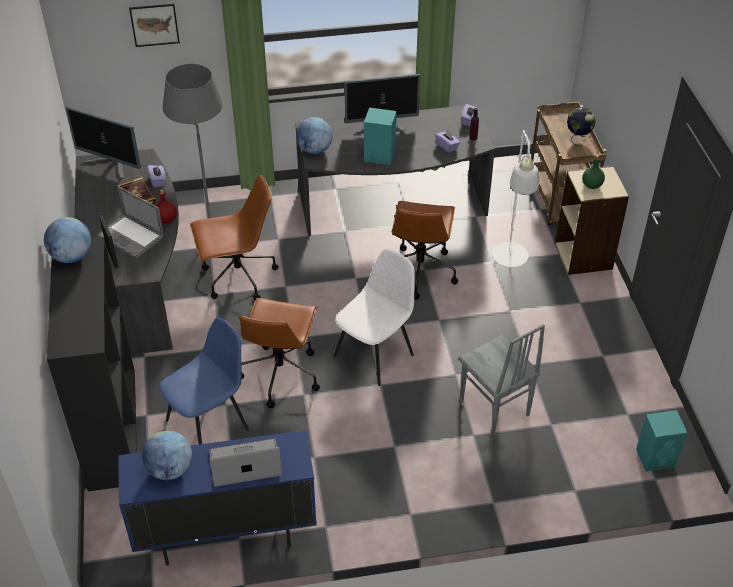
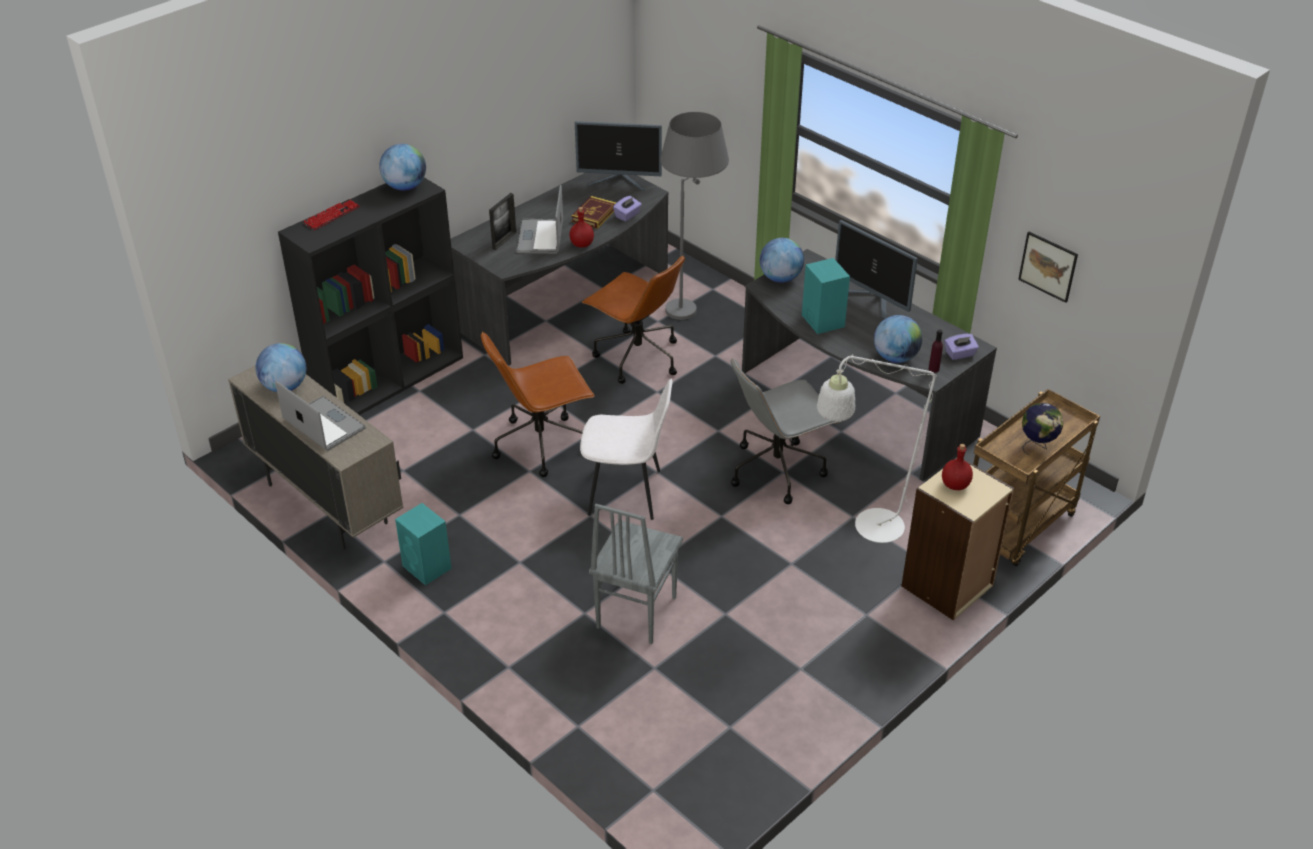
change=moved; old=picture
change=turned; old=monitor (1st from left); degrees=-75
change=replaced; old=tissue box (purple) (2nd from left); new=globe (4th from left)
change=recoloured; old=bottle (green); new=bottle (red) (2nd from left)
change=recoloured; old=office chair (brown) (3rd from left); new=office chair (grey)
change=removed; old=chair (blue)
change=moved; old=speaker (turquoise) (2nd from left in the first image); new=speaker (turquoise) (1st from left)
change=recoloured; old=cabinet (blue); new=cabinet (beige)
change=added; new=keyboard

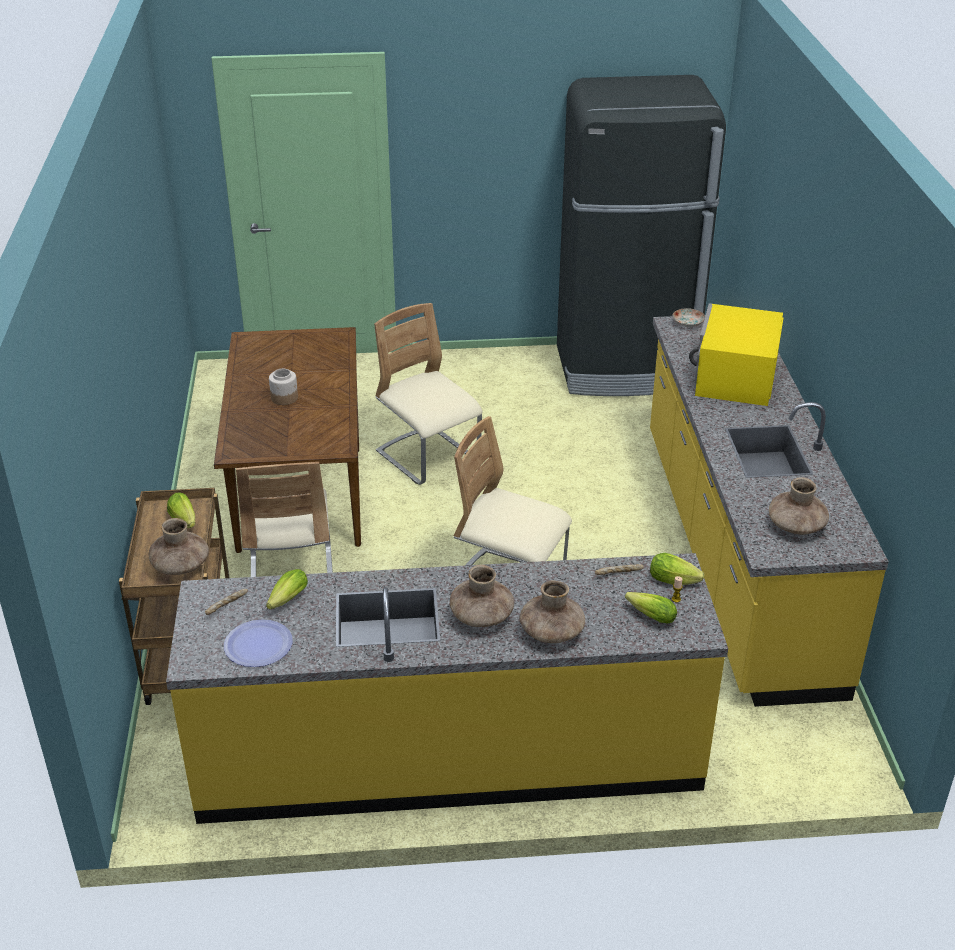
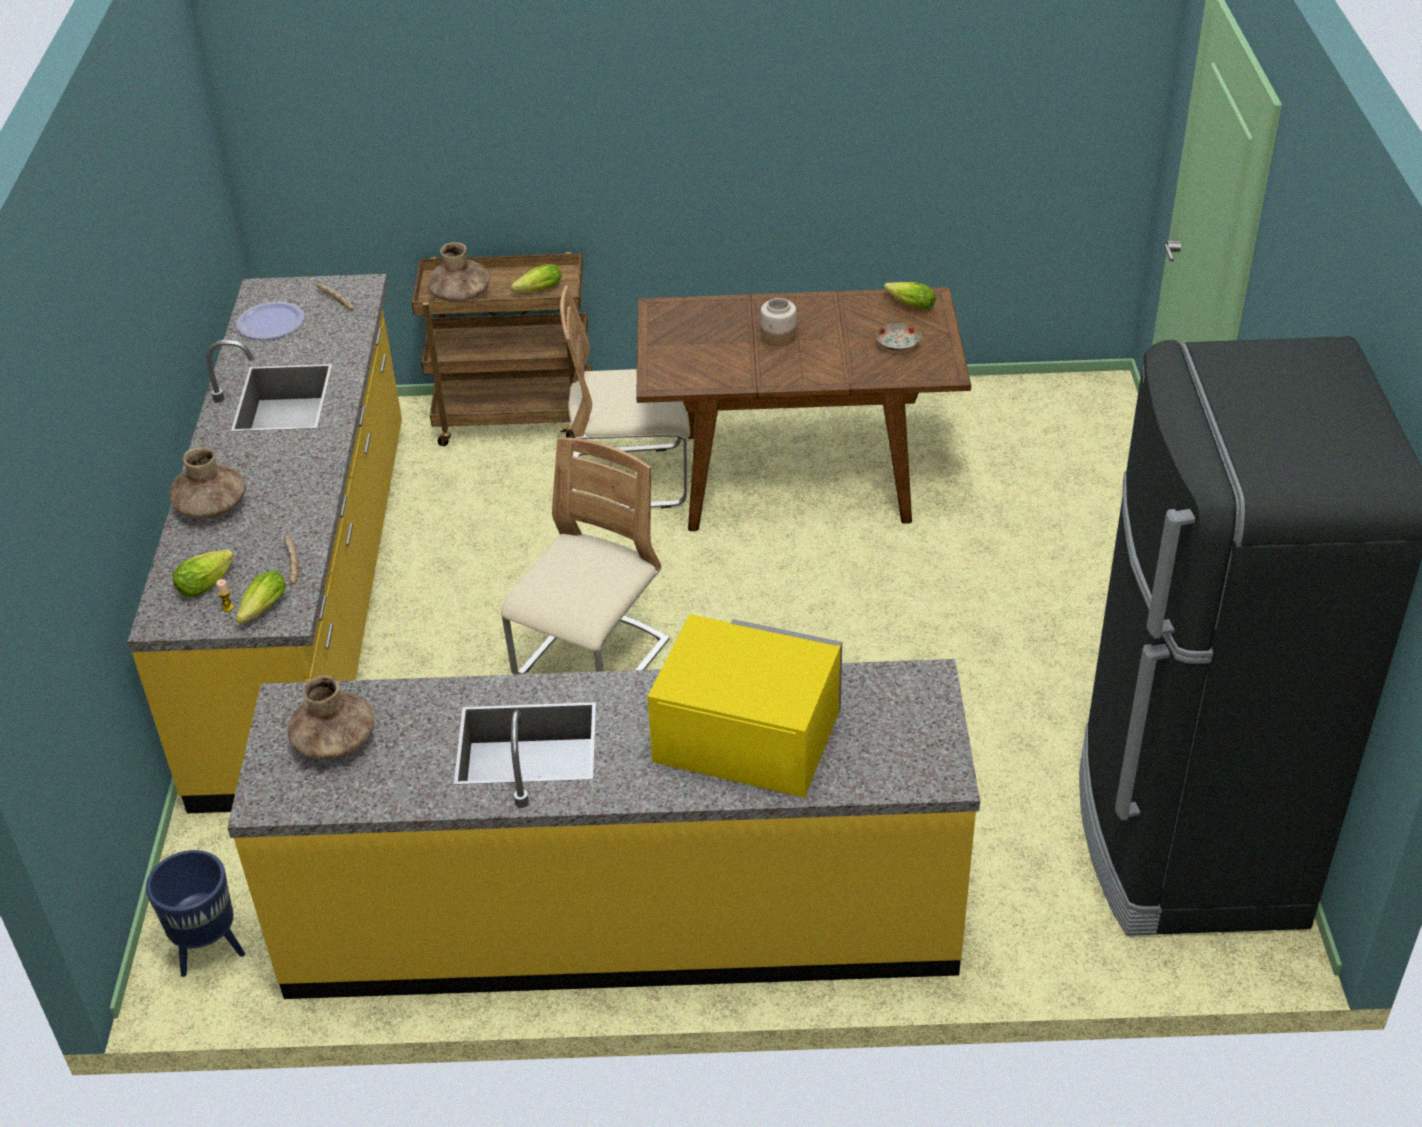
change=removed; old=chair (beige) (2nd from left)
change=moved; old=plate (2nd from left)
change=removed; old=vase (brown) (2nd from left)
change=moved; old=lettuce (2nd from left in the first image); new=lettuce (4th from left)
change=added; new=planter (blue)

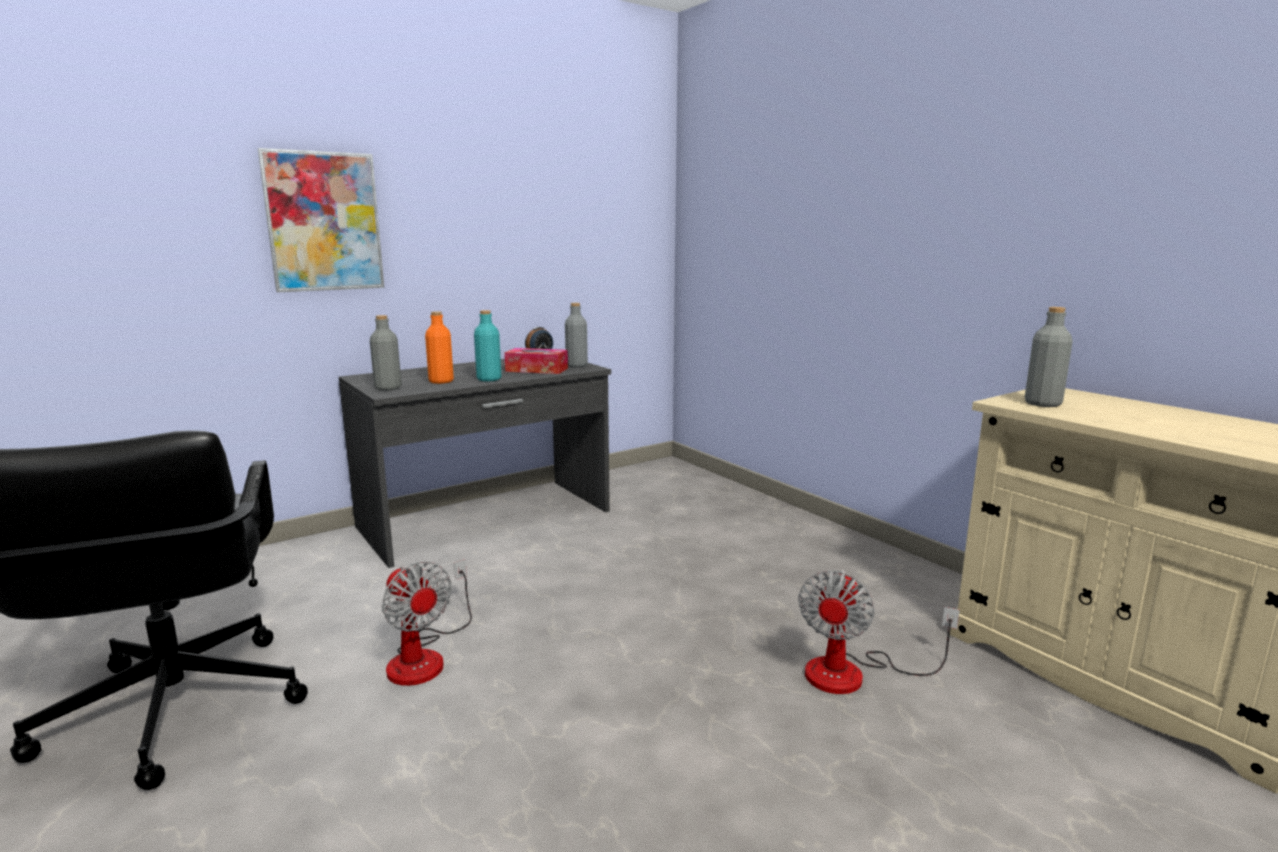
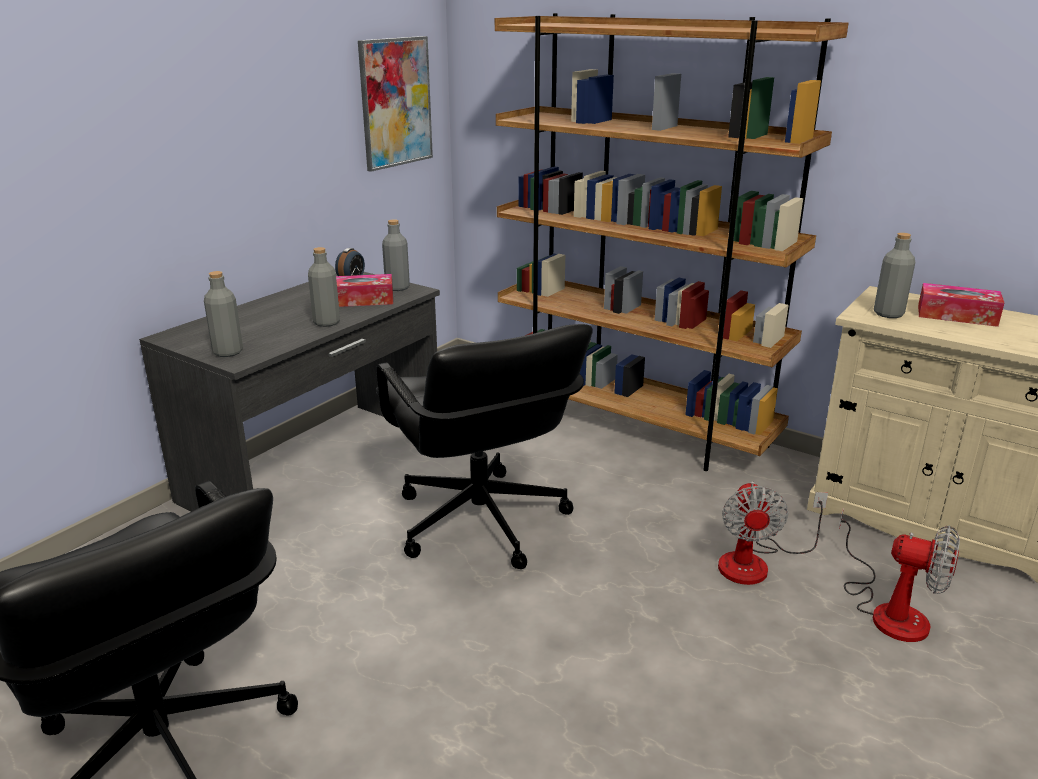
change=moved; old=picture
change=recoloured; old=bottle (turquoise); new=bottle (grey) (2nd from left)
change=removed; old=bottle (orange)
change=moved; old=fan (1st from left in the first image); new=fan (2nd from left)
change=added; new=bookcase (brown)
change=added; new=tissue box (2nd from left)
change=added; new=office chair (black) (2nd from left)

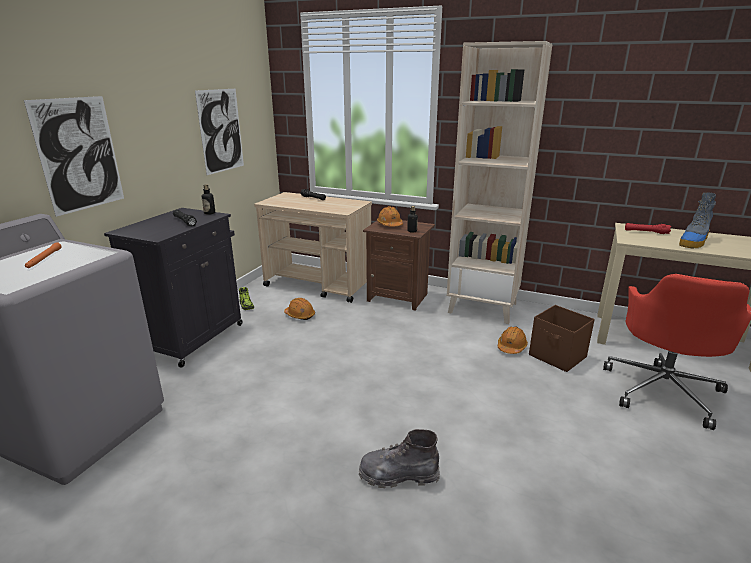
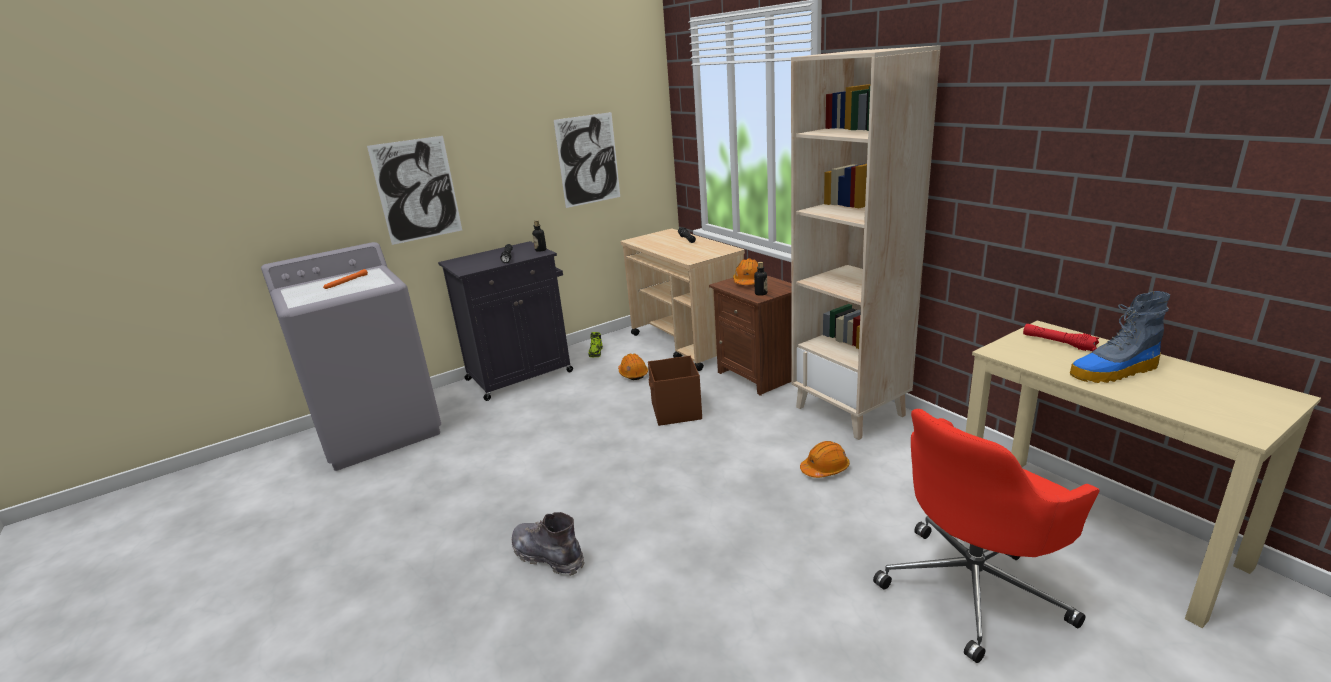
change=moved; old=storage box (brown)

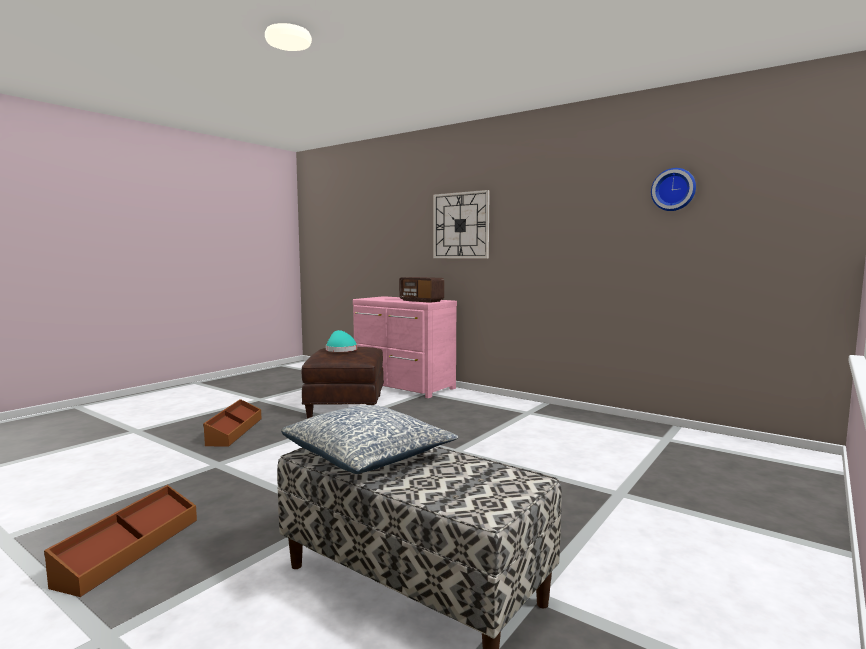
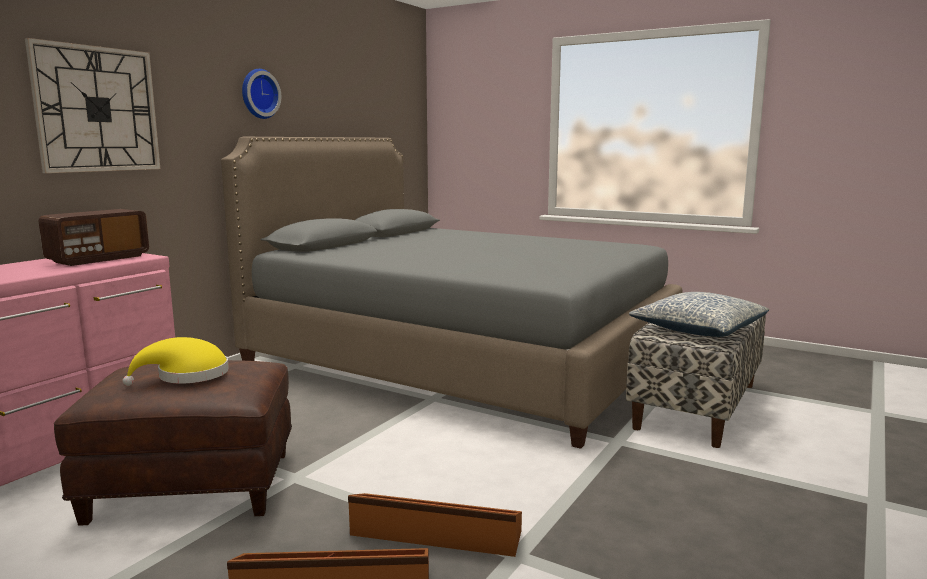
change=moved; old=wall clock (2nd from left)
change=recoloured; old=hat (turquoise); new=hat (yellow)
change=moved; old=storage box (brown) (1st from left in the first image); new=storage box (brown) (2nd from left)
change=added; new=bed (grey)

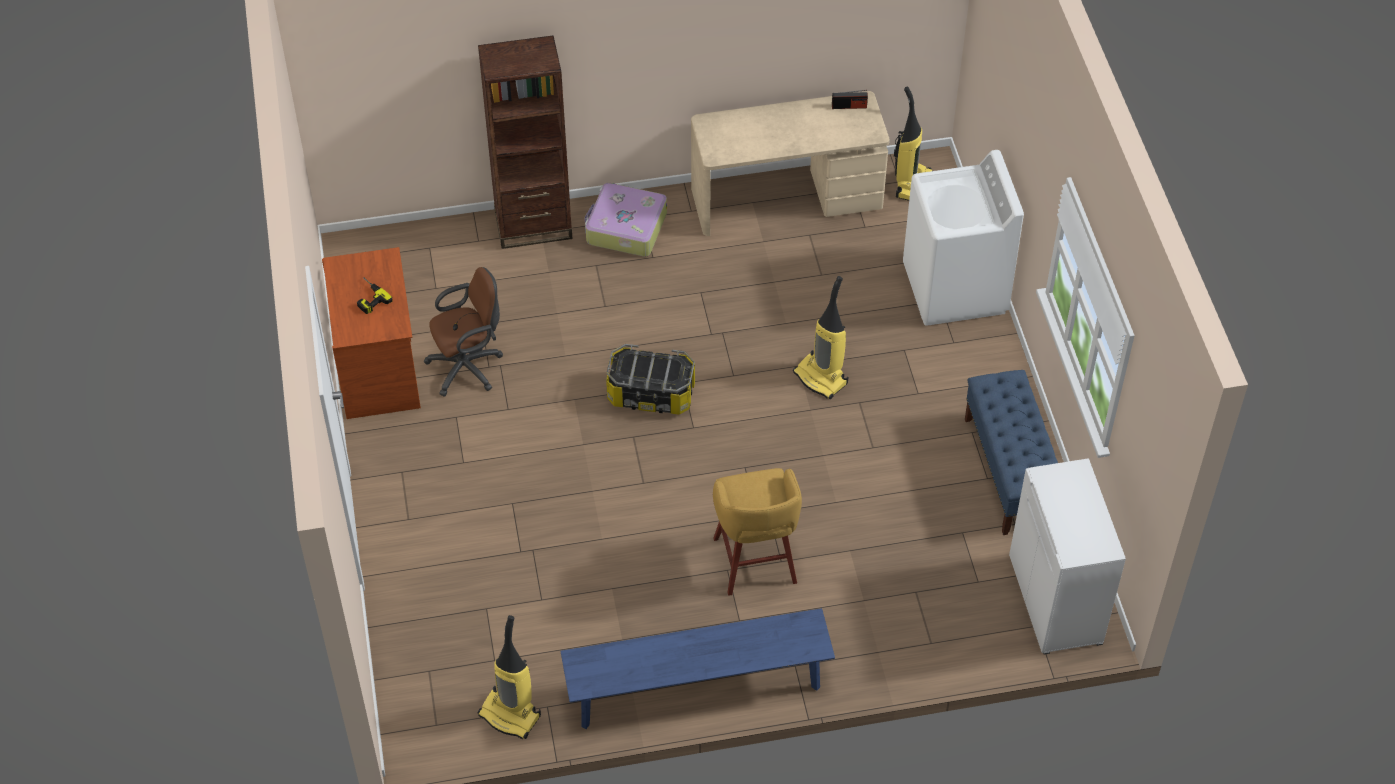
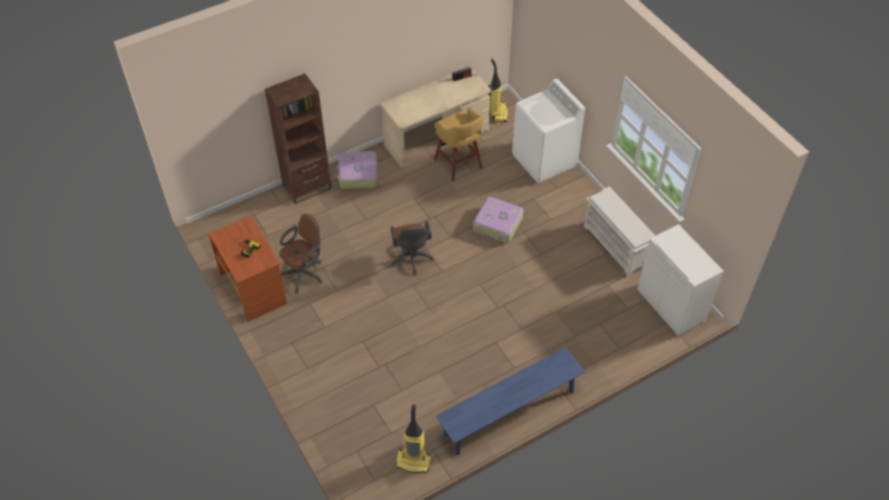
change=replaced; old=vacuum cleaner (2nd from left); new=suitcase (2nd from left)
change=replaced; old=storage box; new=office chair (brown) (2nd from left)
change=replaced; old=bench (blue) (2nd from left); new=shoe rack (white)
change=moved; old=stool (yellow)

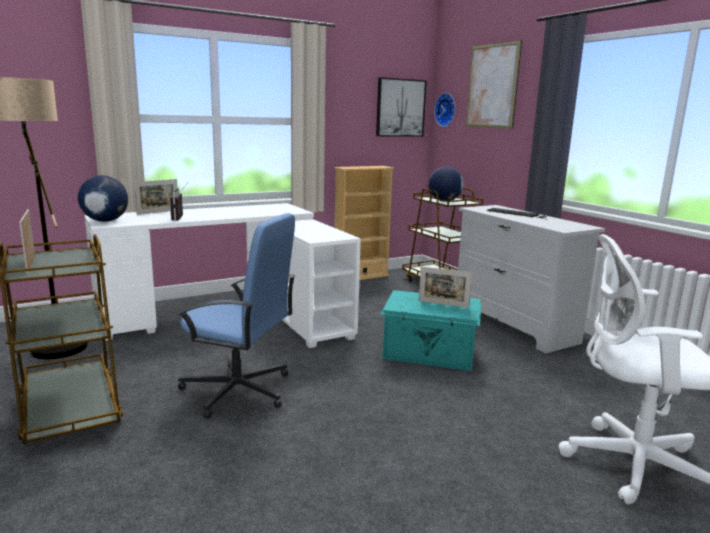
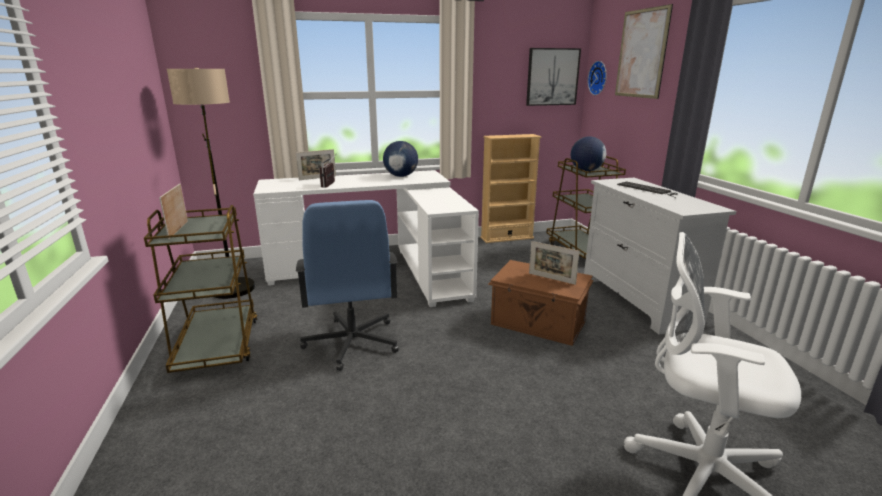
change=moved; old=globe (1st from left)
change=turned; old=office chair (blue); degrees=45
change=recoloured; old=storage box (turquoise); new=storage box (brown)

